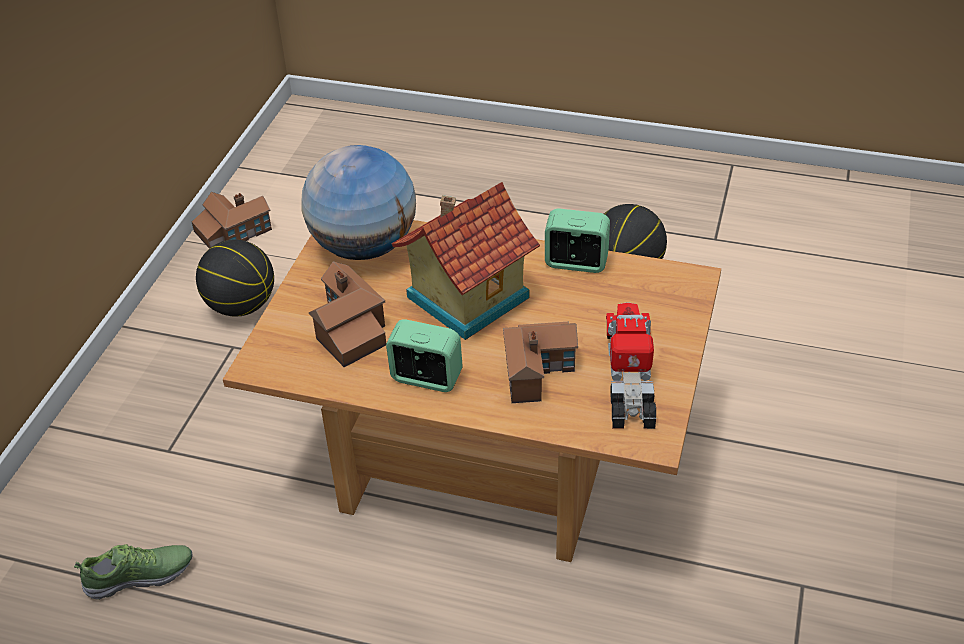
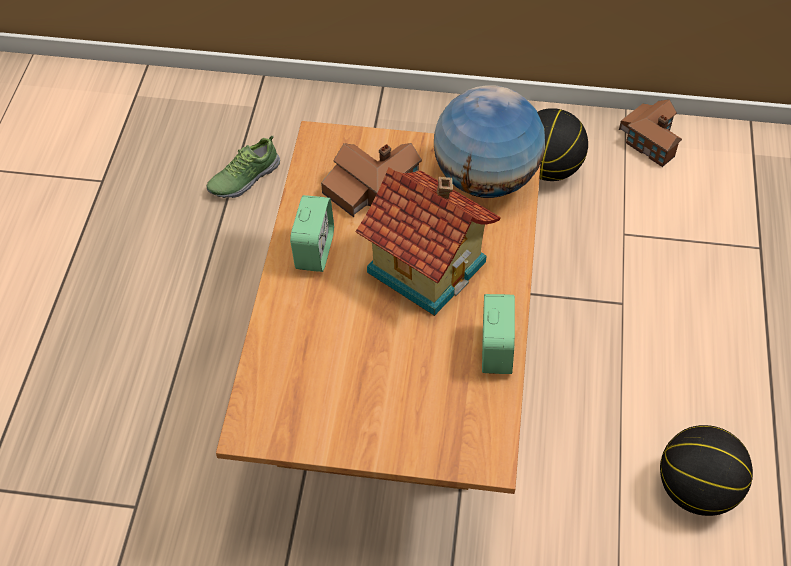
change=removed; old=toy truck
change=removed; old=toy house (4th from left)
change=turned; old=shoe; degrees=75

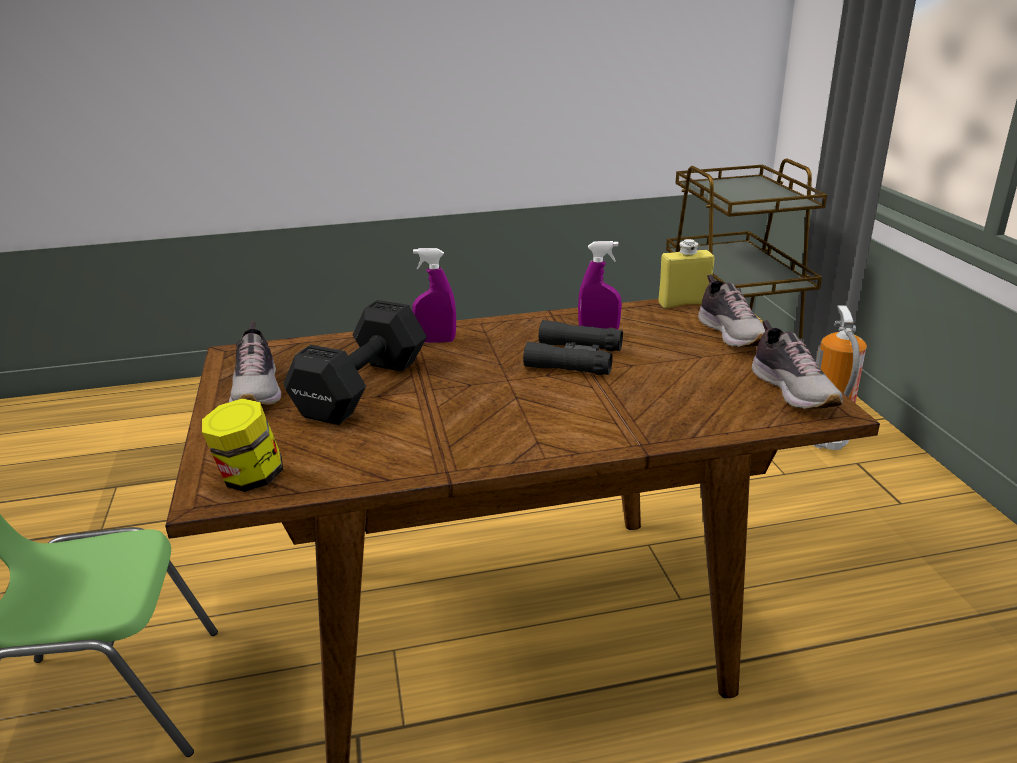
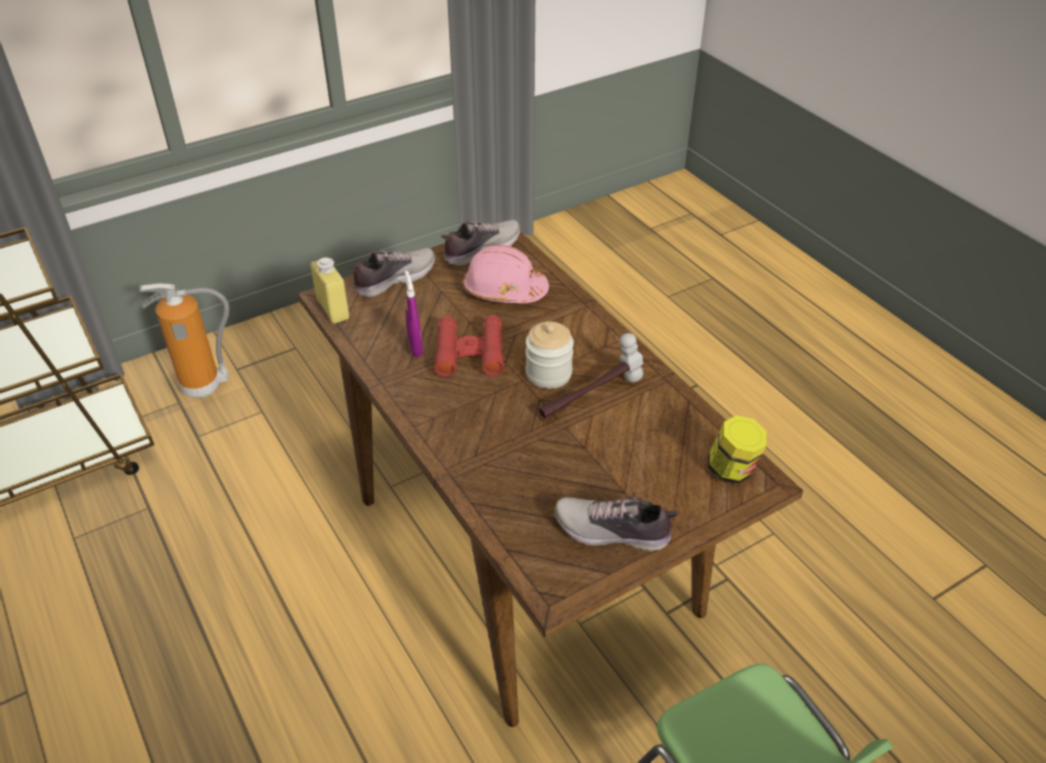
change=removed; old=spray bottle (purple) (1st from left)
change=removed; old=dumbbell (black)
change=recoloured; old=binoculars (black); new=binoculars (red)
change=turned; old=shoe (1st from left in the first image); degrees=-135
change=added; new=hard hat (pink)
change=added; new=jar (1st from left)
change=added; new=hammer

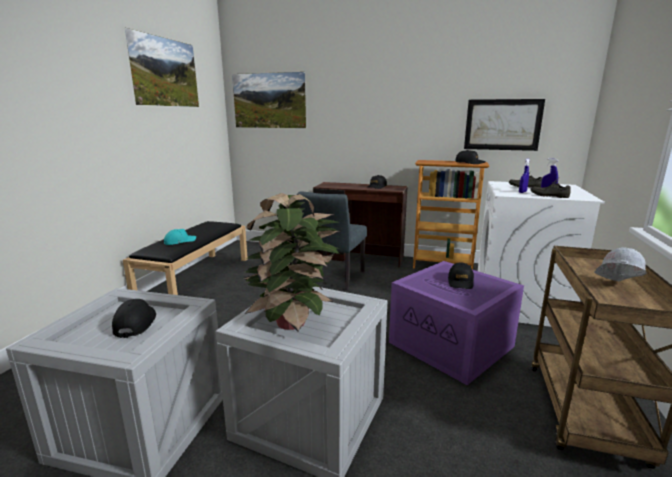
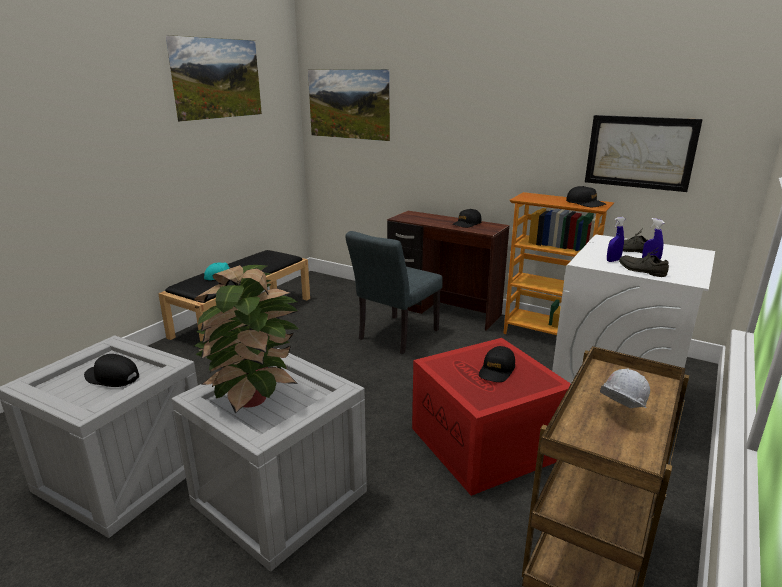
change=recoloured; old=storage box (purple); new=storage box (red)
change=turned; old=cap (black) (1st from left); degrees=-75

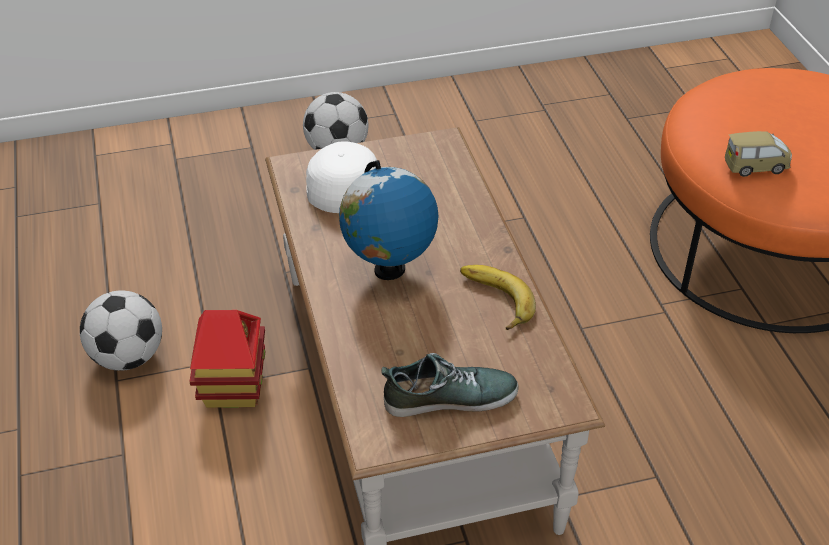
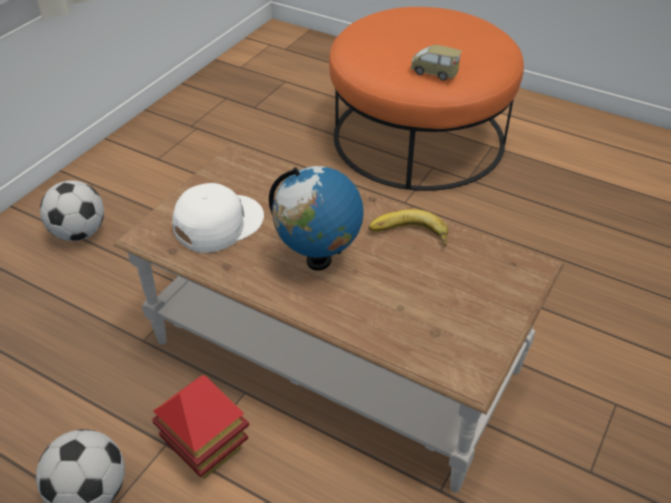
change=turned; old=toy car; degrees=-105
change=removed; old=shoe

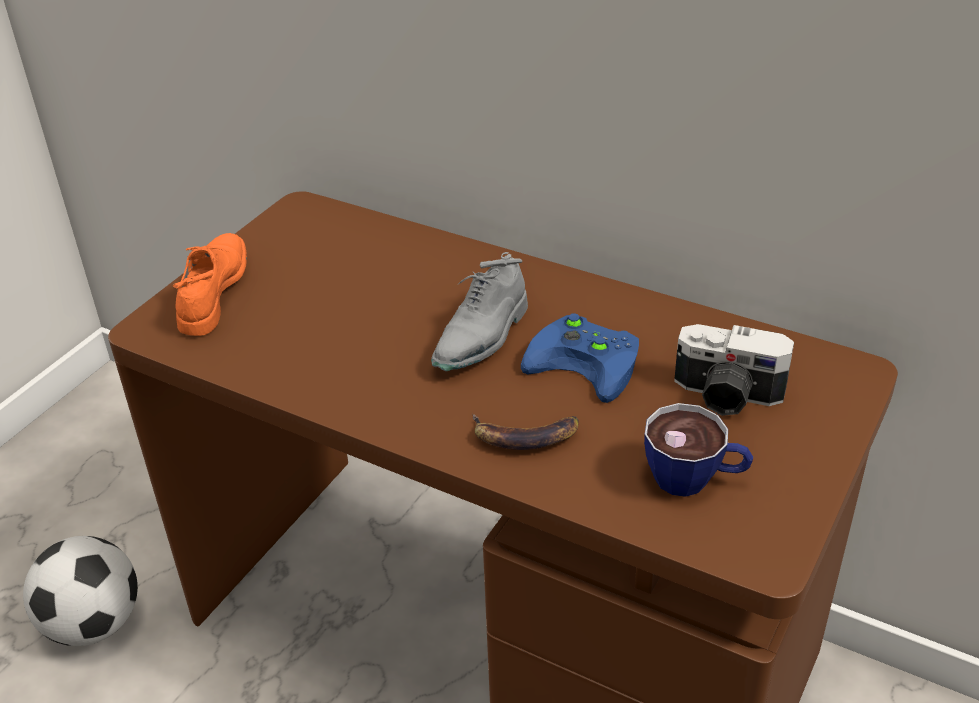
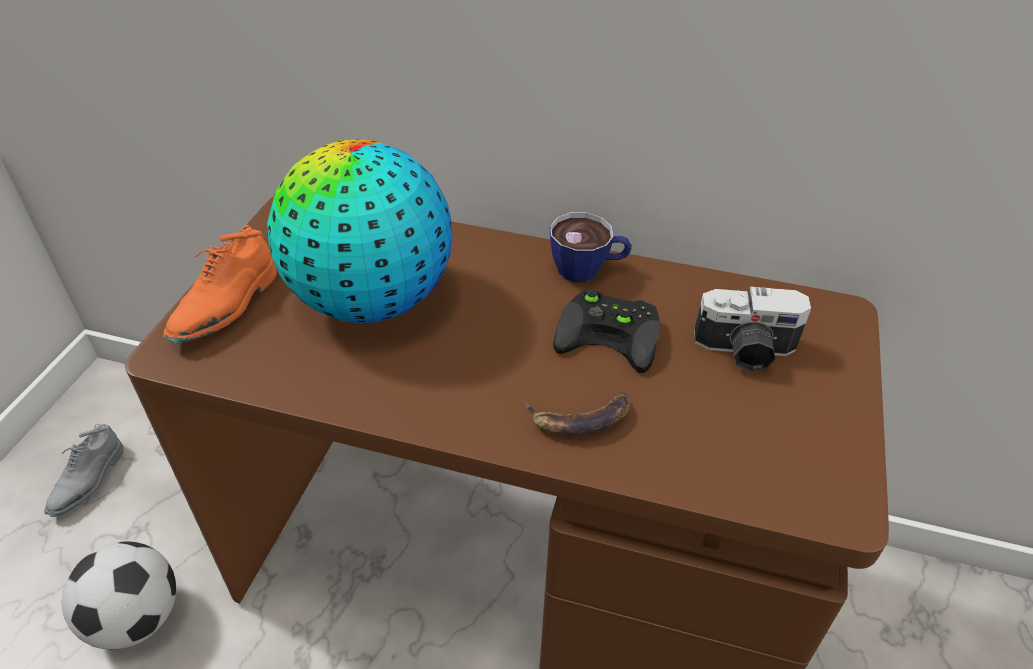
change=turned; old=shoe (orange); degrees=-150
change=moved; old=shoe (grey)
change=recoloured; old=game controller (blue); new=game controller (black)
change=moved; old=cup
change=added; new=globe

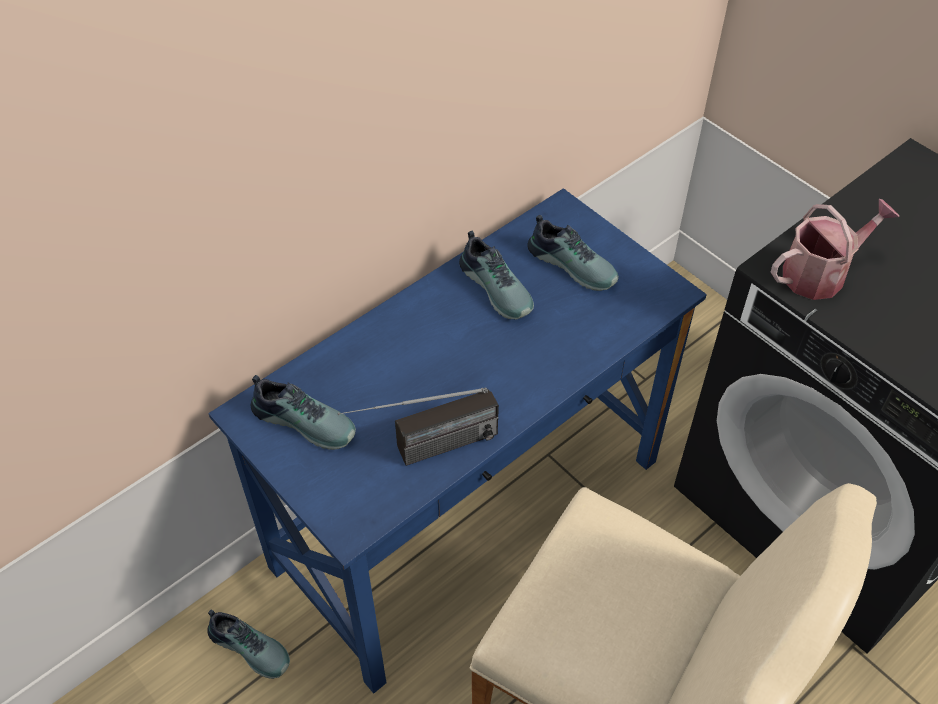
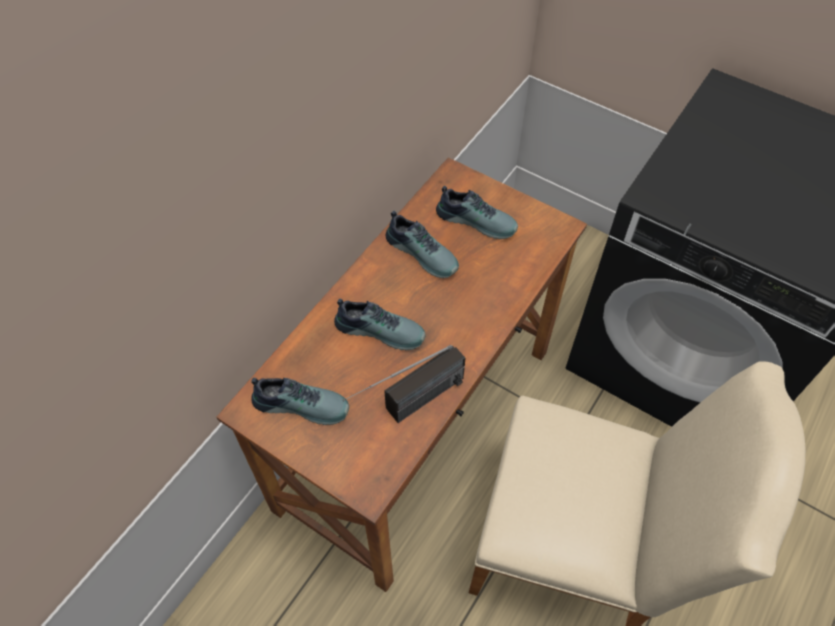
change=recoloured; old=desk (blue); new=desk (brown)
change=removed; old=watering can
change=moved; old=shoe (1st from left in the first image); new=shoe (2nd from left)

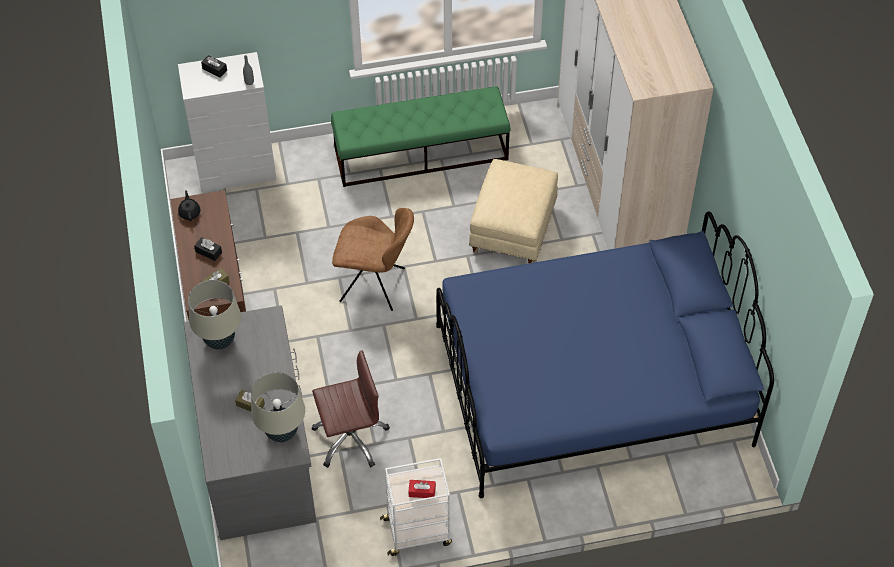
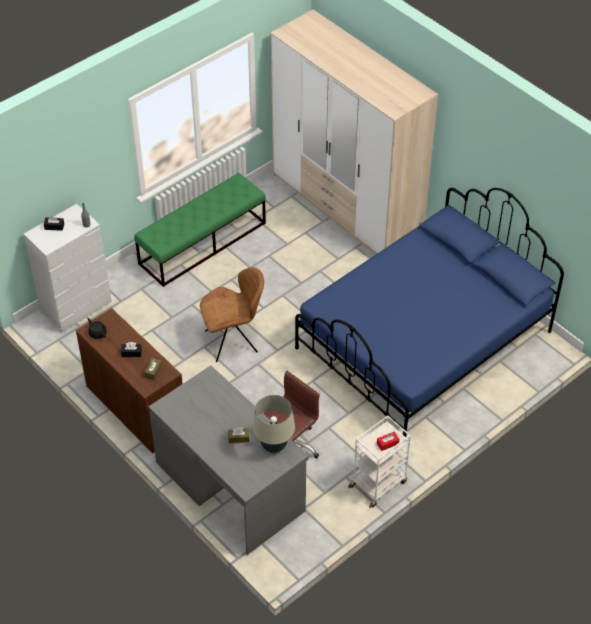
change=removed; old=ottoman (beige)
change=removed; old=table lamp (beige) (1st from left)

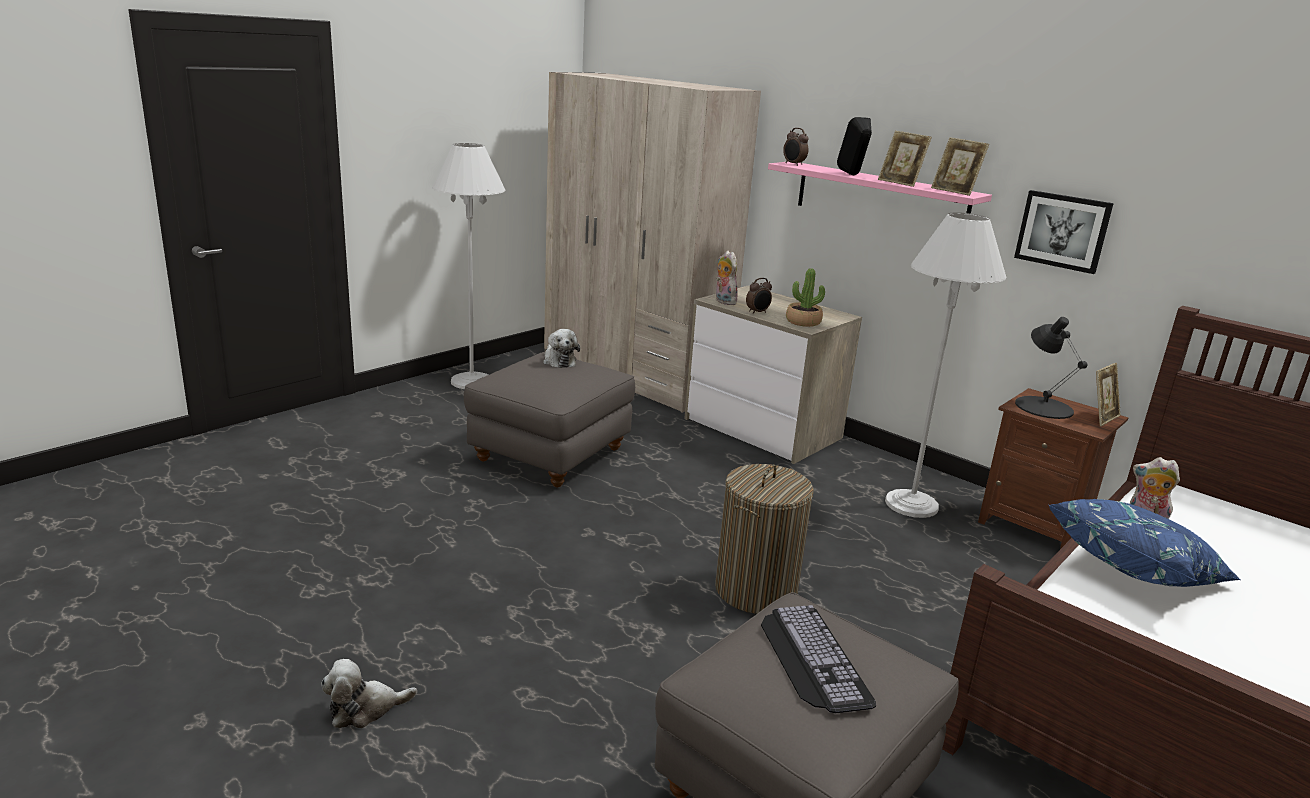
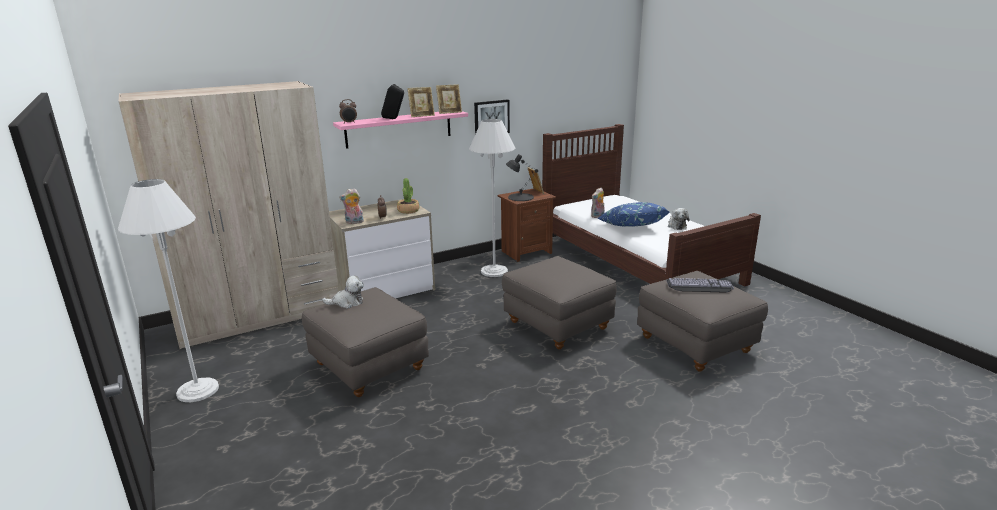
change=replaced; old=laundry basket; new=ottoman (grey) (2nd from left)
change=moved; old=plush toy (1st from left in the first image); new=plush toy (4th from left)

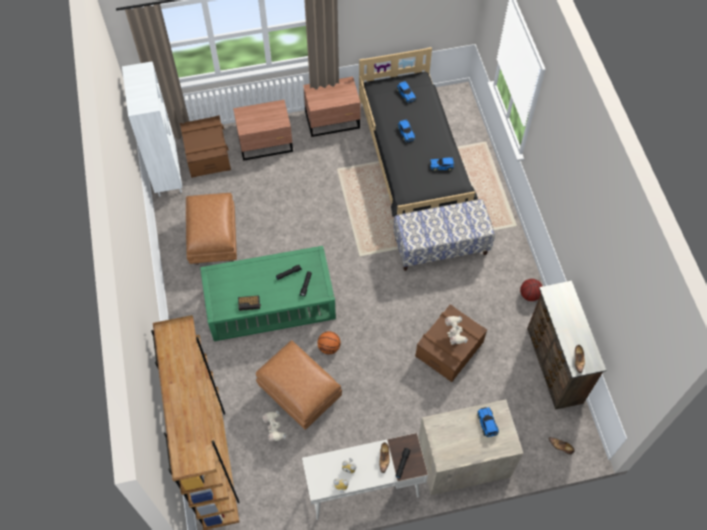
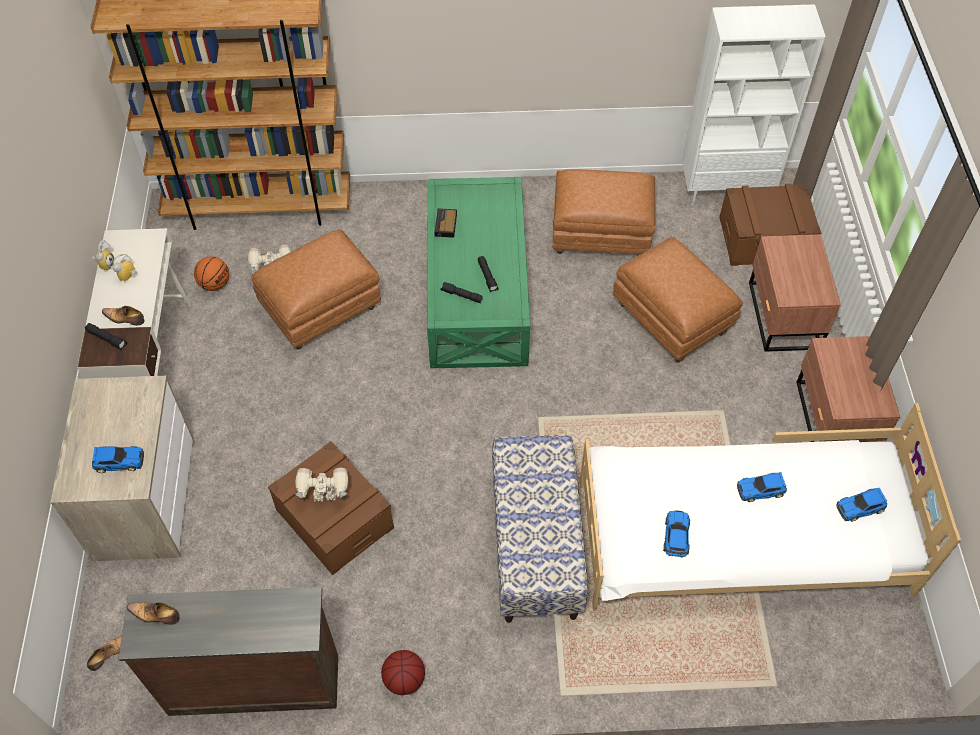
change=recoloured; old=bed (black); new=bed (white)
change=moved; old=basketball (1st from left)
change=added; new=ottoman (brown) (3rd from left)

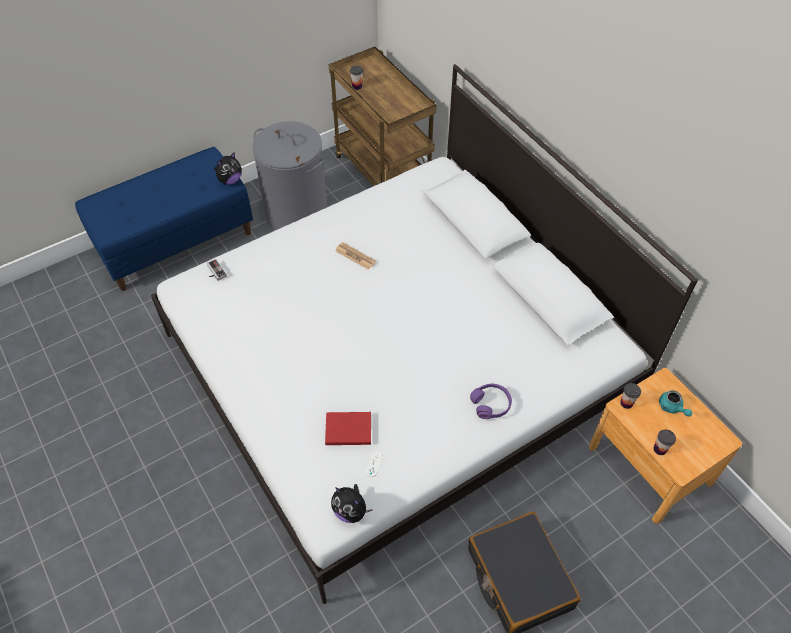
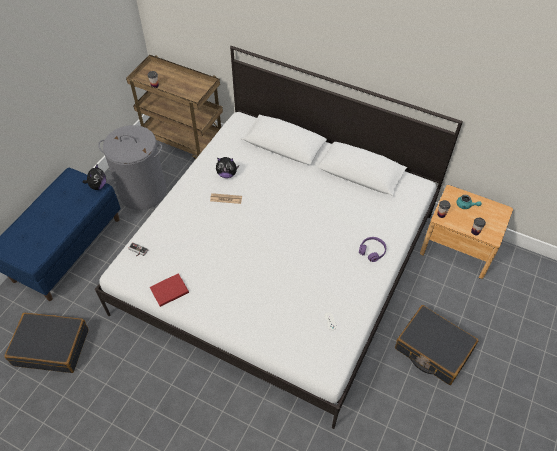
change=moved; old=book (red)
change=moved; old=plush toy (2nd from left)
change=added; new=suitcase (black) (1st from left)

